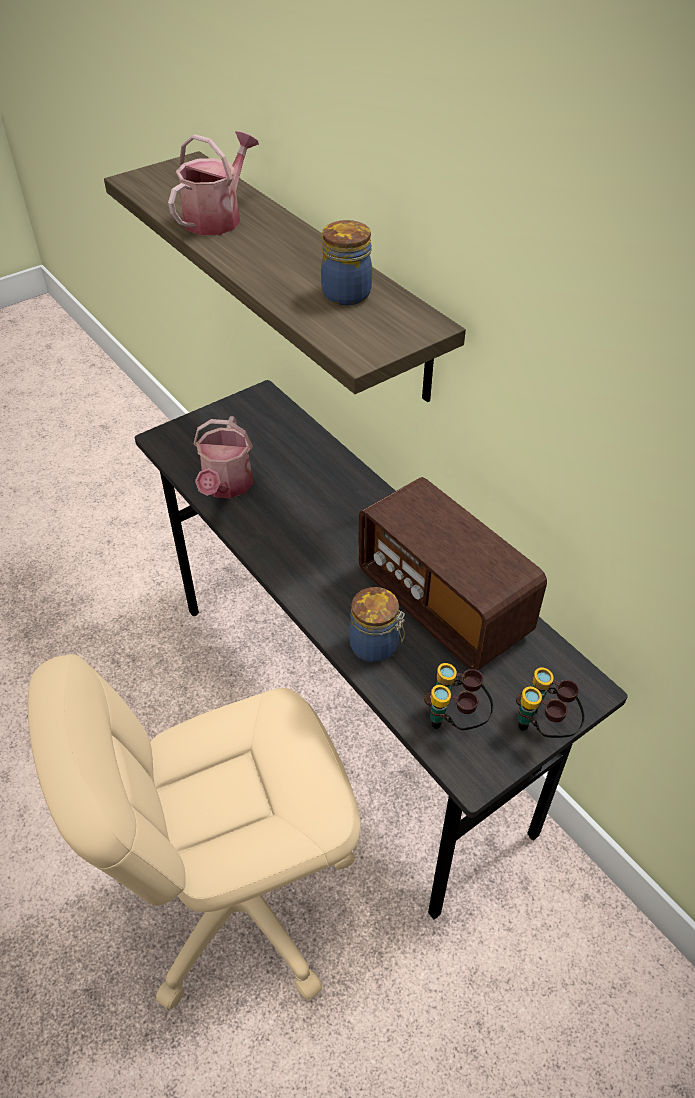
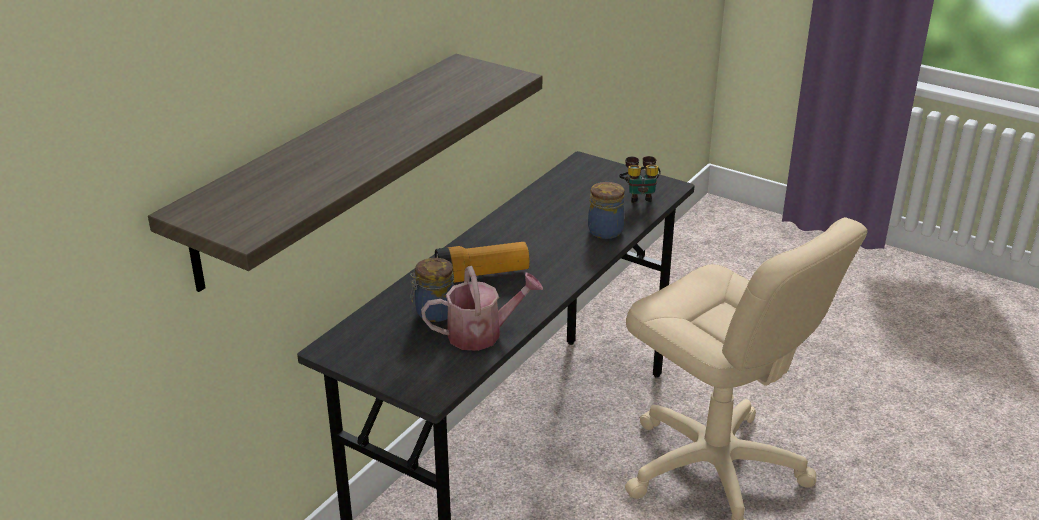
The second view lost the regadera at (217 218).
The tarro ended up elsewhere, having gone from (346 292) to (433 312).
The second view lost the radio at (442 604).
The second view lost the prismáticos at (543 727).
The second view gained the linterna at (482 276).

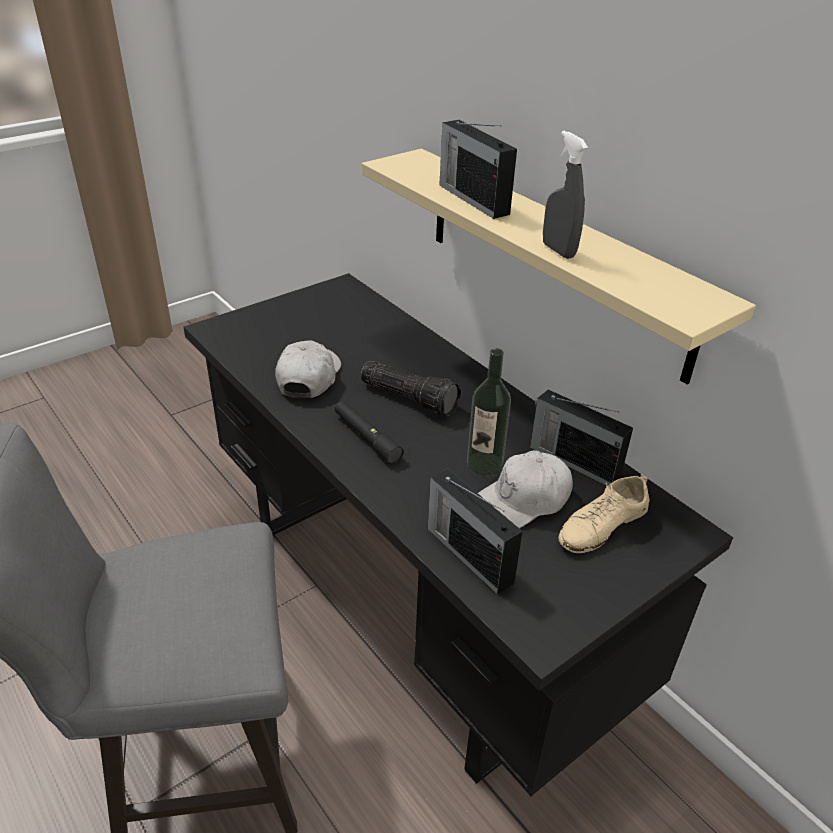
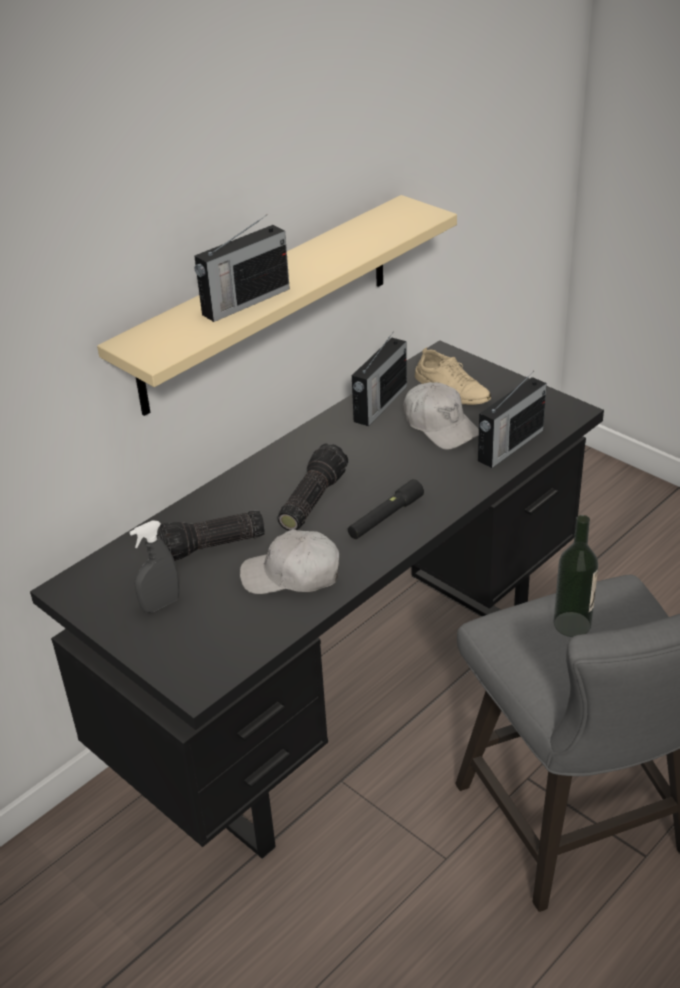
The pulverizador (gris) ended up elsewhere, having gone from (558 250) to (160 604).
The botella ended up elsewhere, having gone from (484 463) to (572 624).
The second view gained the linterna at (209 548).

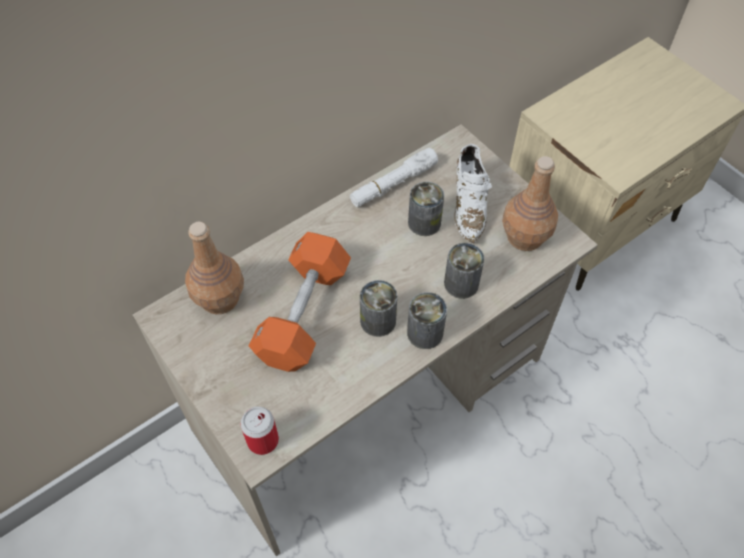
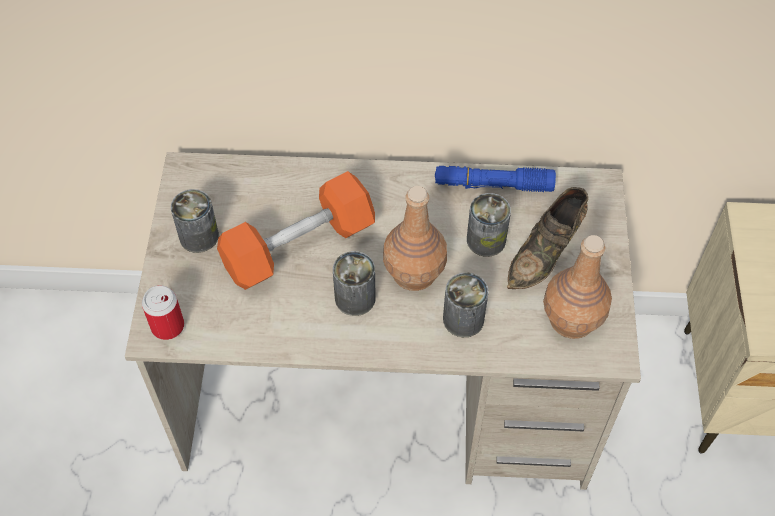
What was the zapato (blanco) at (469 205) turned into the zapato (marrón) at (546 253).
What was the linterna (blanco) at (393 184) turned into the linterna (azul) at (493 185).
The botella (marrón) ended up elsewhere, having gone from (219 298) to (413 272).
The lata ended up elsewhere, having gone from (425 333) to (199 236).

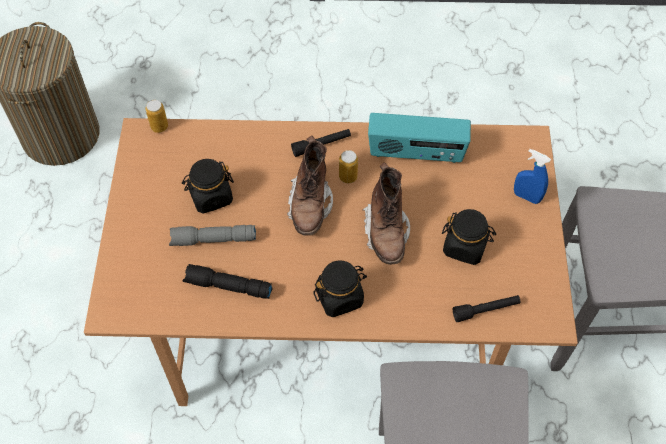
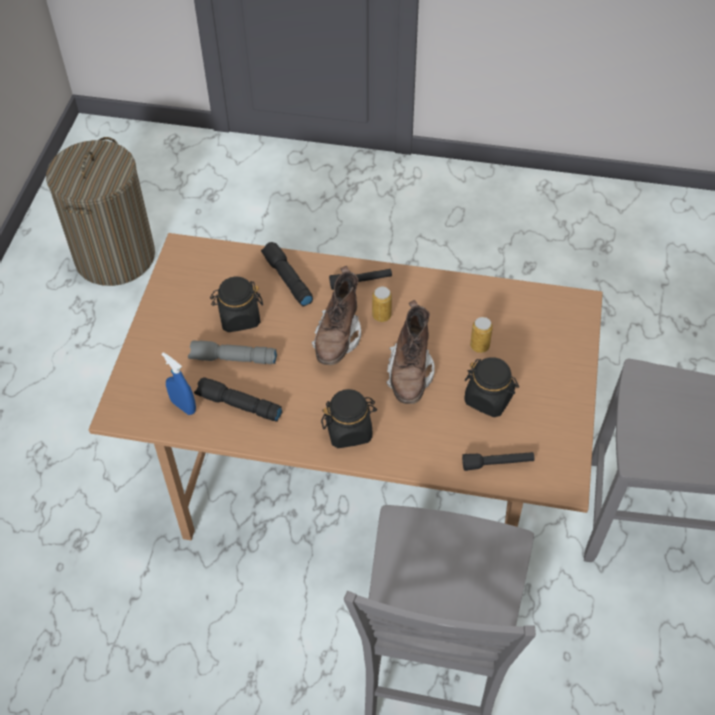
The lata ended up elsewhere, having gone from (159 126) to (479 346).
The second view lost the radio at (416 153).
The pulverizador (azul) ended up elsewhere, having gone from (526 197) to (183 406).
The second view gained the linterna (negro) at (287 279).

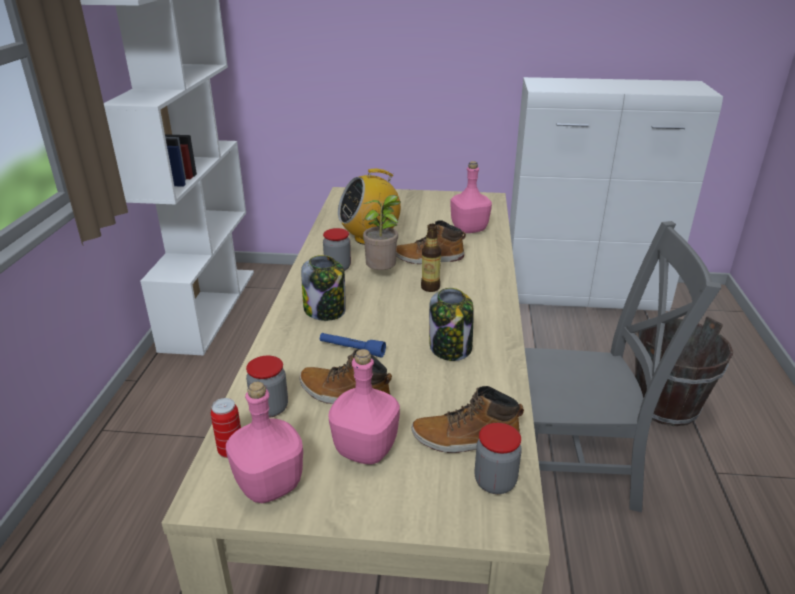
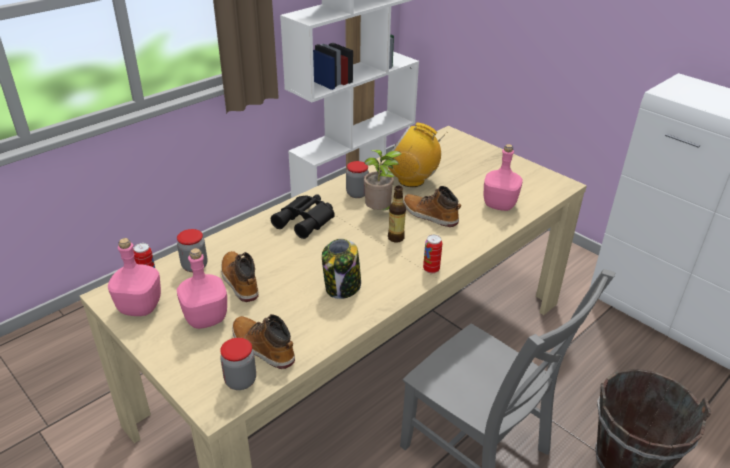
Where the tarro stood at (325 310), the prismáticos (negro) came to stand at (306 221).
The second view lost the linterna (azul) at (352 349).
The second view gained the lata at (431 269).

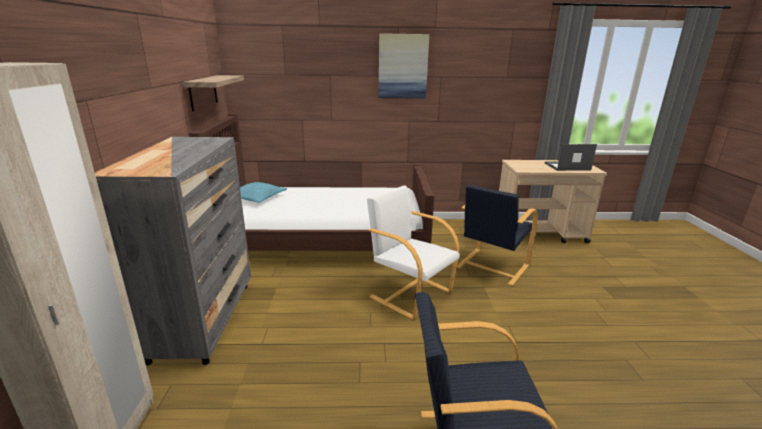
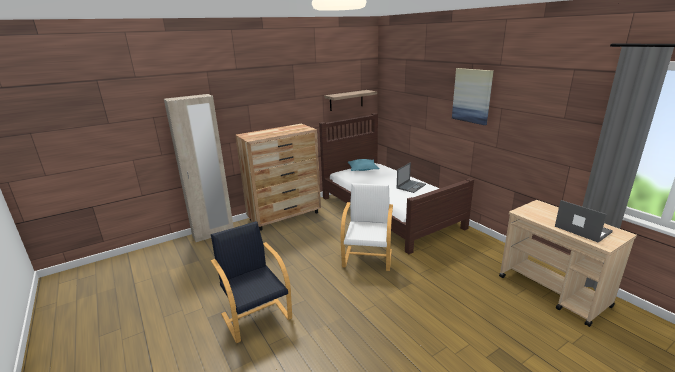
What was the cómoda (gris) at (204 319) turned into the cómoda (marrón) at (285 216).
The second view lost the sillón (negro) at (491 266).
The second view gained the portátil at (411 186).

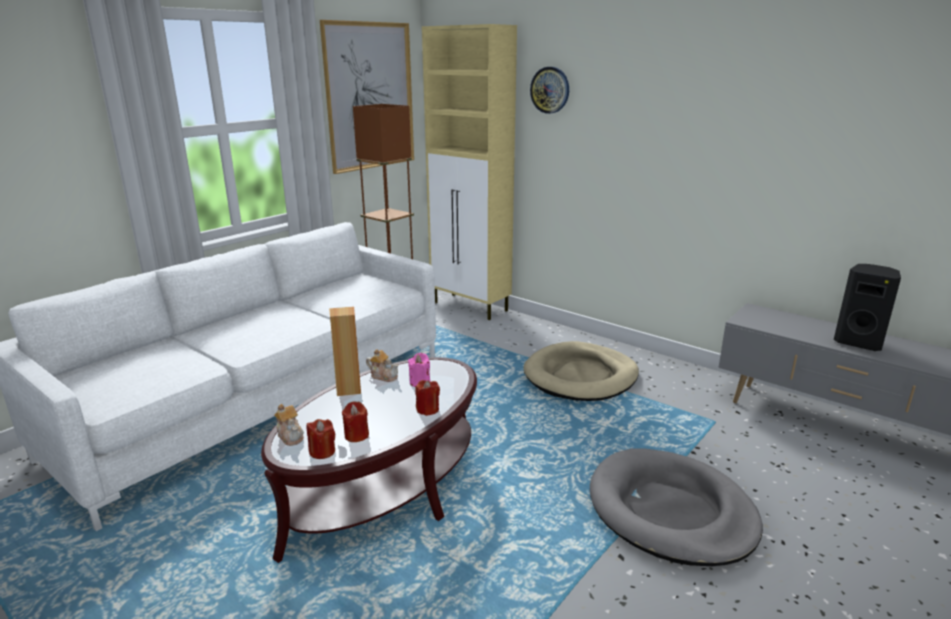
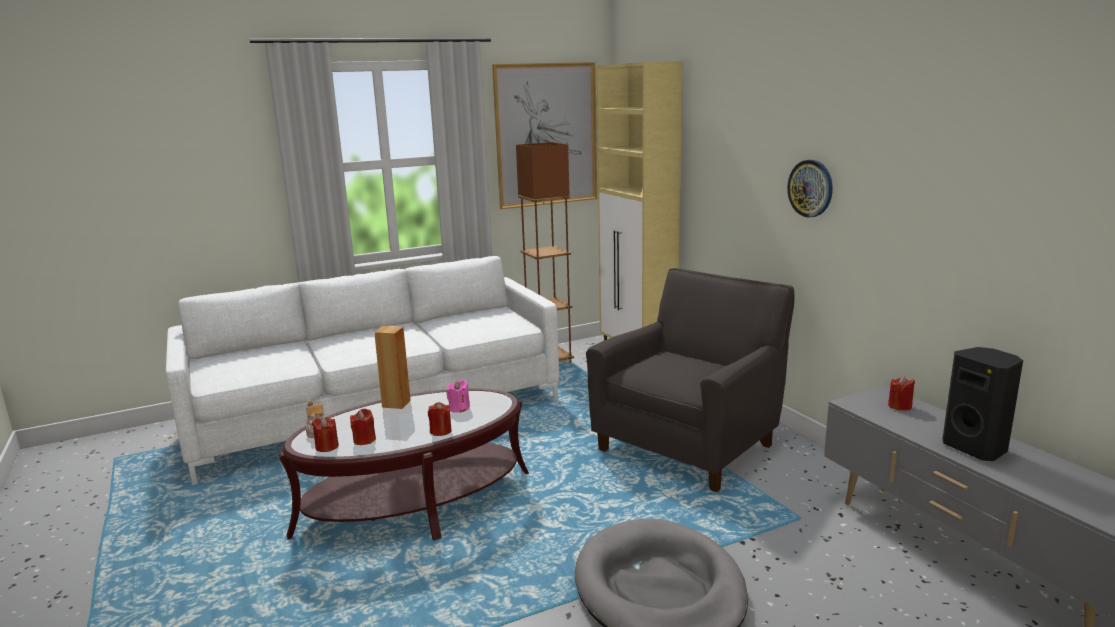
The reloj de pared ended up elsewhere, having gone from (550 90) to (810 188).
Where the cama para perro (beis) stood at (581 376), the sillón (gris) came to stand at (690 444).
The second view lost the tetera at (384 376).
The second view gained the vela (rojo) at (899 406).

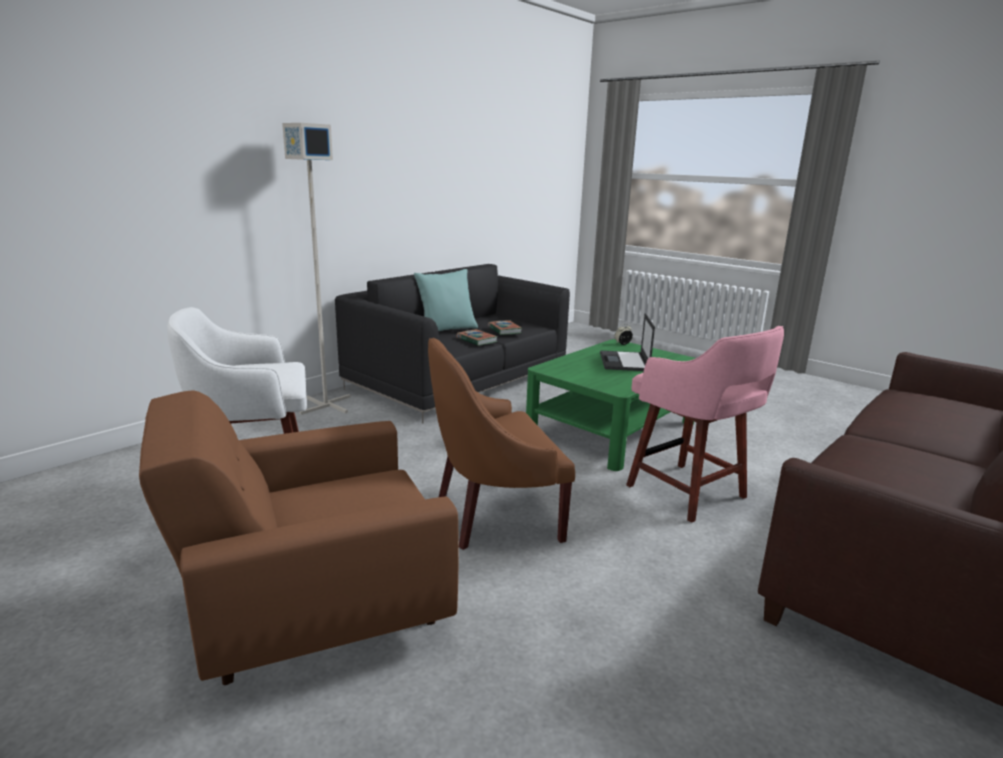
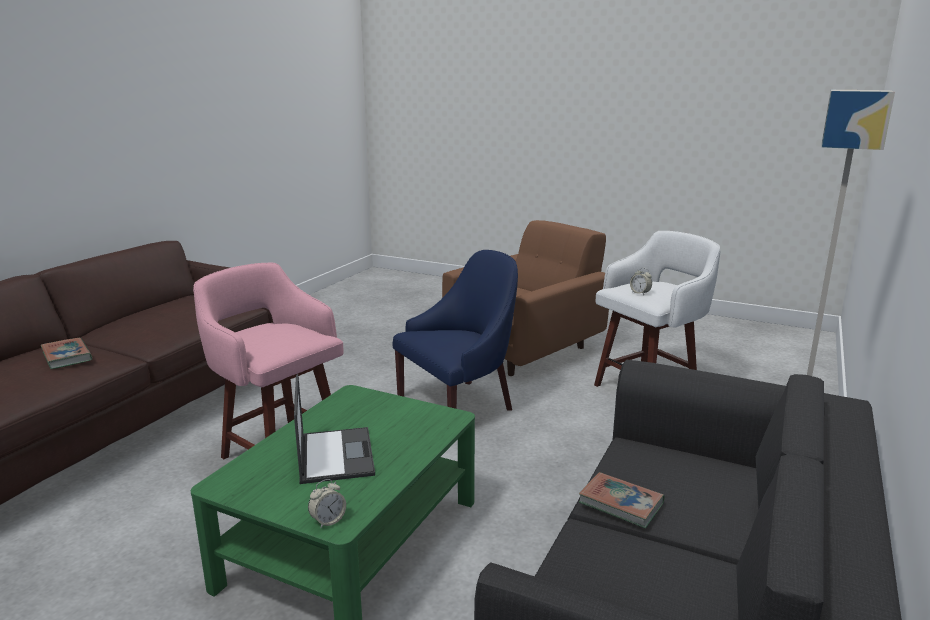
The second view lost the cojín (turquesa) at (446 330).
The libro ended up elsewhere, having gone from (504 330) to (67 356).
What was the sillón (marrón) at (493 515) turned into the sillón (azul) at (459 404).
The second view gained the despertador at (640 293).

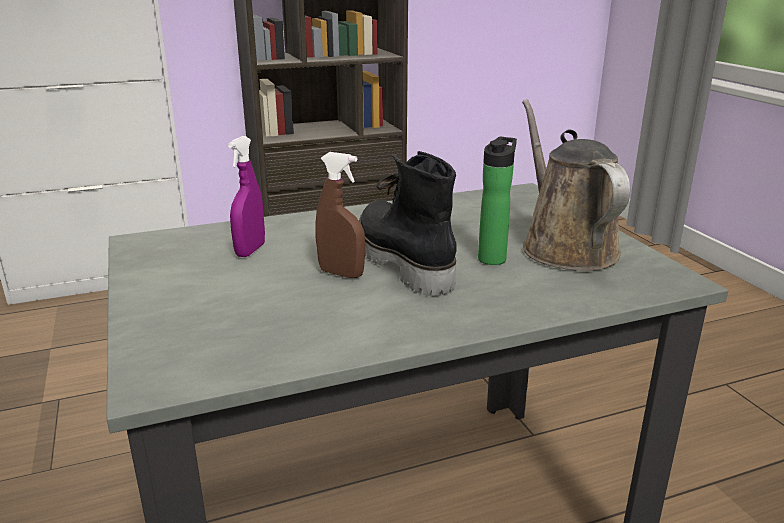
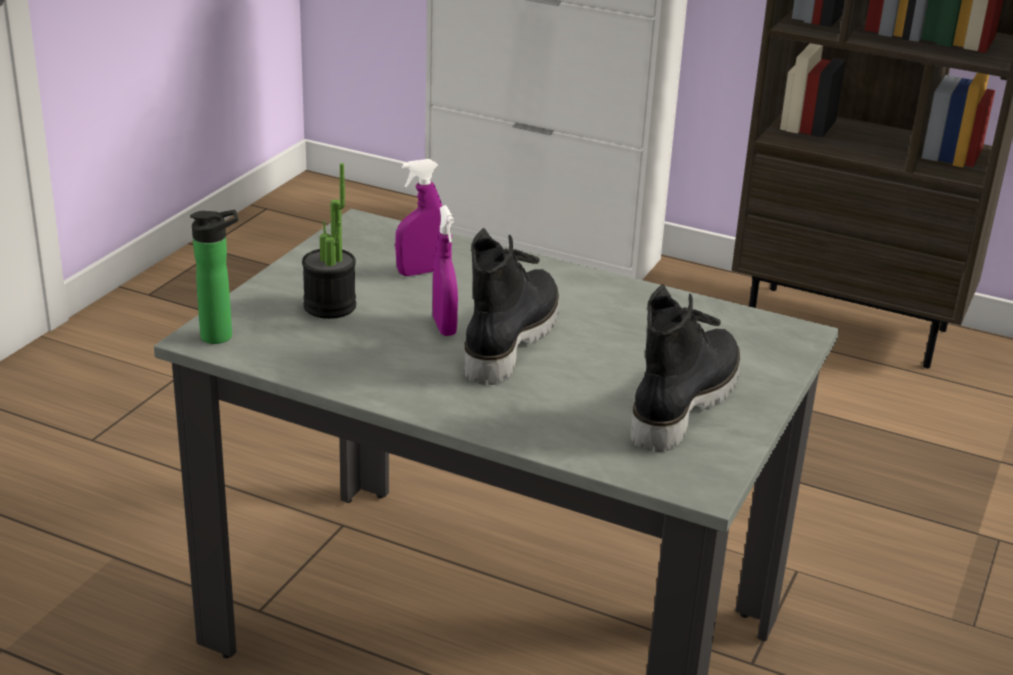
Where the regadera (marrón) stood at (564 246), the bota (negro) came to stand at (681 404).
The botella ended up elsewhere, having gone from (493 257) to (221 336).
What was the pulverizador (marrón) at (341 273) turned into the pulverizador (morado) at (444 326).
The second view gained the planta en maceta at (330 306).

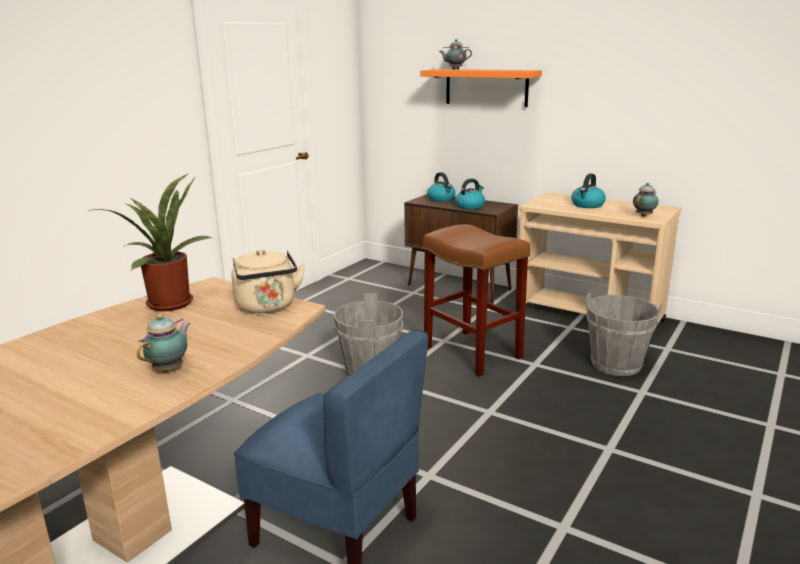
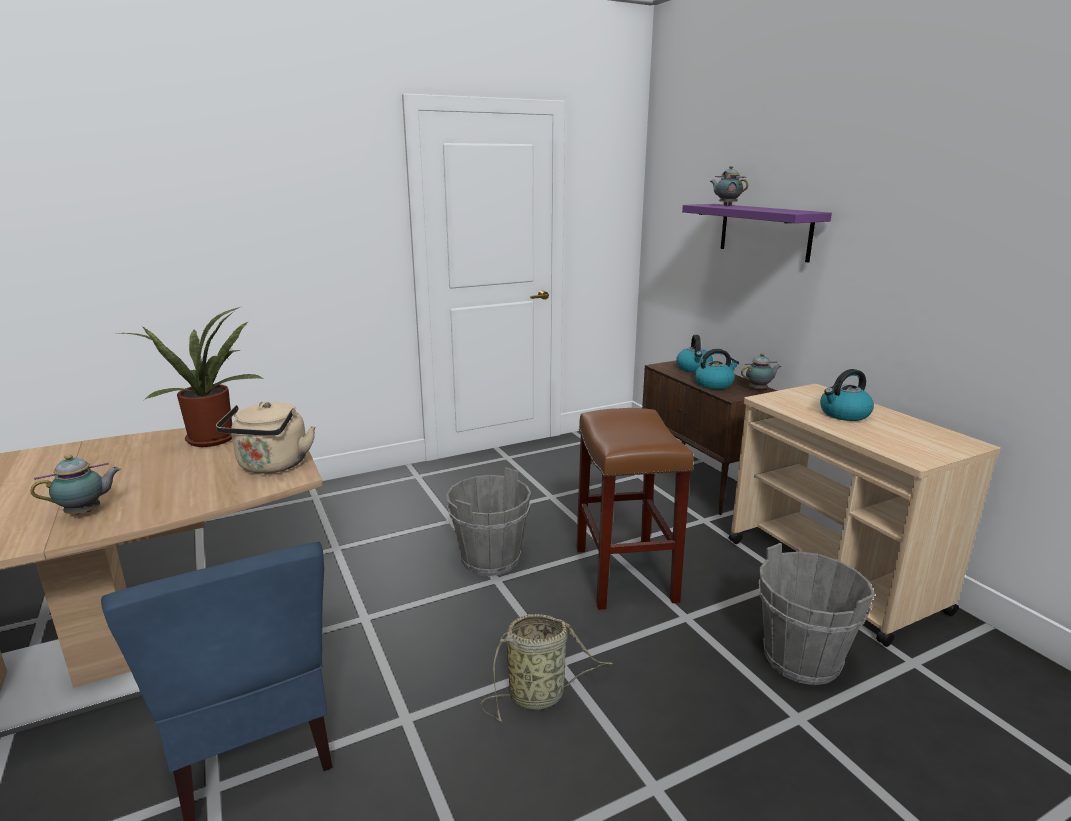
What was the estante (naranja) at (486 87) turned into the estante (morado) at (764 231).
The tetera ended up elsewhere, having gone from (644 215) to (759 389).
The second view gained the cesta at (540 695).

